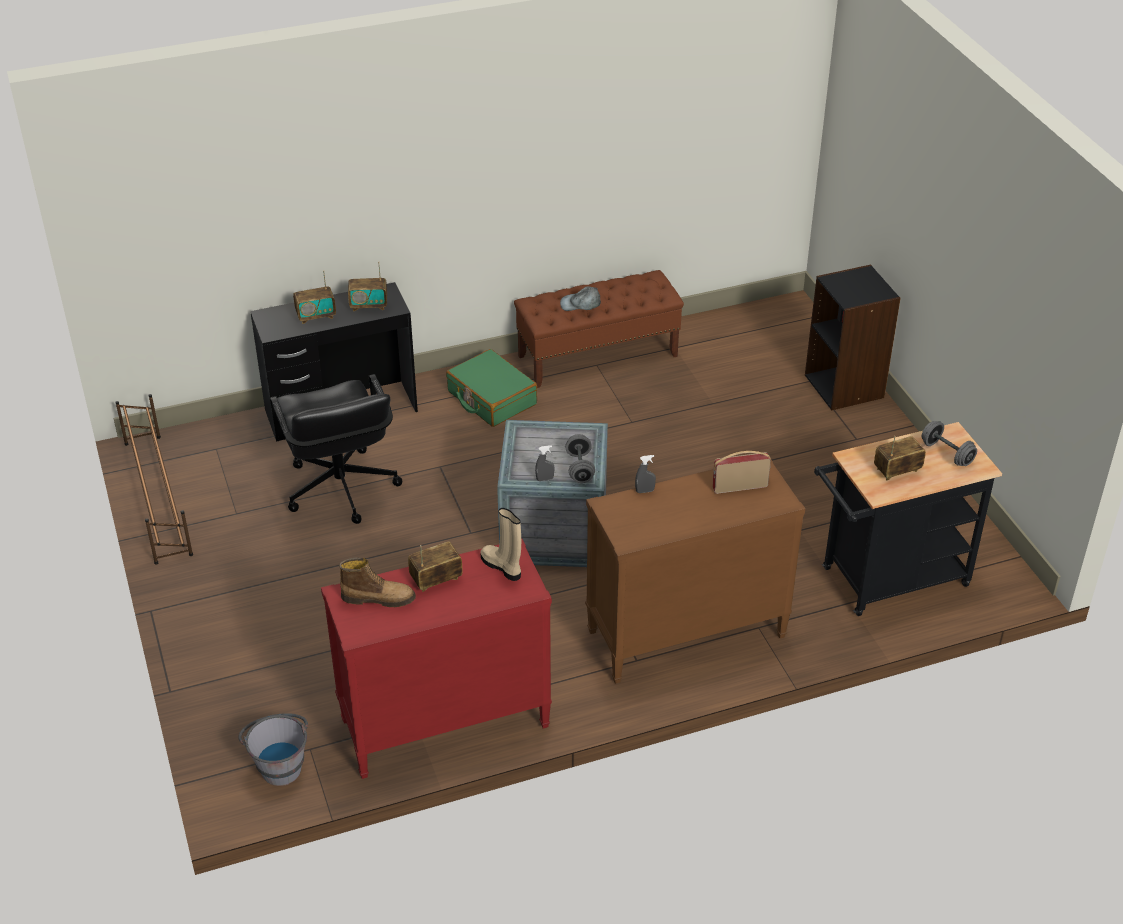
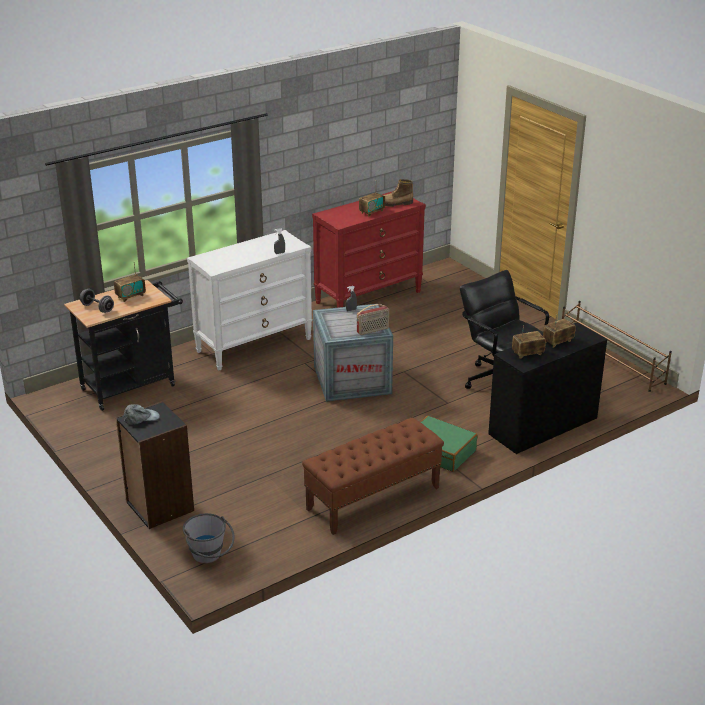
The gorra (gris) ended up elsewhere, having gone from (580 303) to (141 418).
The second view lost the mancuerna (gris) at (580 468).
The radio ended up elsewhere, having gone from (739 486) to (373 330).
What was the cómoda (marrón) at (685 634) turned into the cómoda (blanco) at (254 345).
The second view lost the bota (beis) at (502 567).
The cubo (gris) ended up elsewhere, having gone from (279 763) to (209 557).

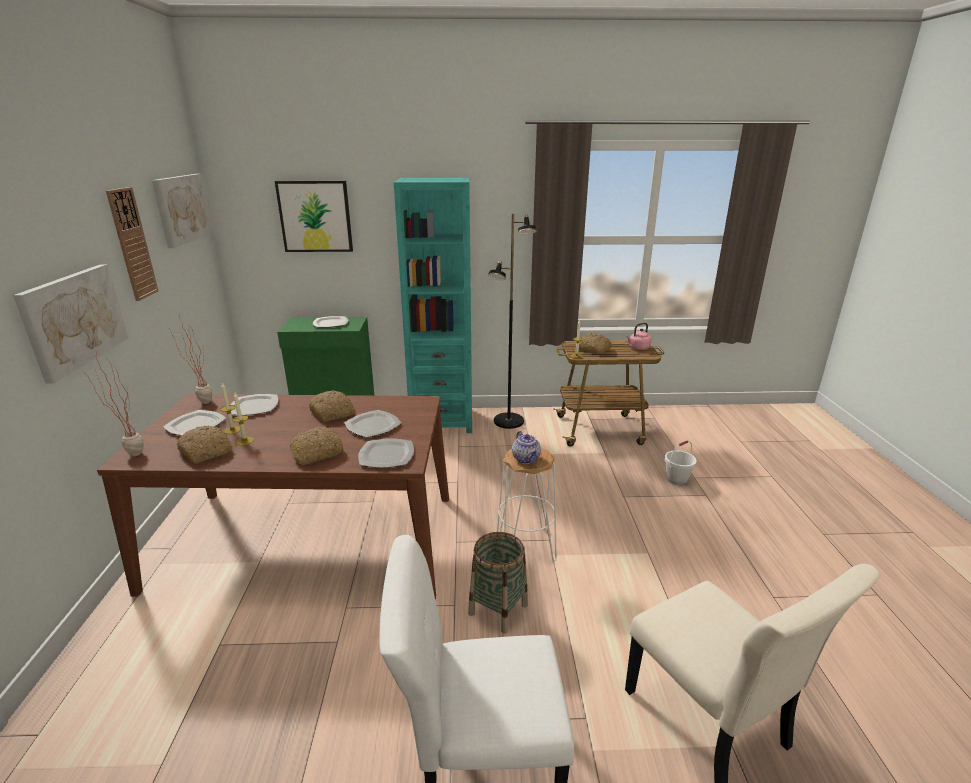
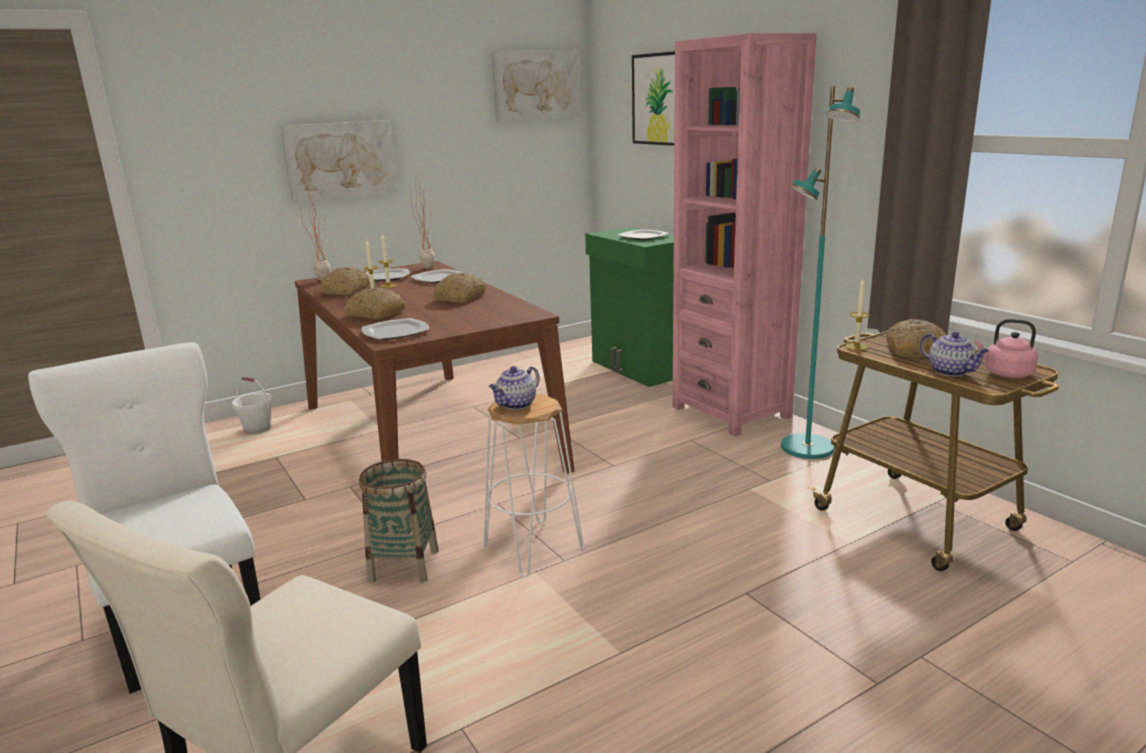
What was the estantería (turquesa) at (442 421) turned into the estantería (rosa) at (731 412).
The second view lost the reloj de pared at (132 244).
What was the lámpara de pie (negro) at (508 421) turned into the lámpara de pie (turquesa) at (806 448).
The second view lost the plato at (372 425).
The cubo (blanco) ended up elsewhere, having gone from (677 479) to (257 428).
The second view gained the tetera at (951 372).

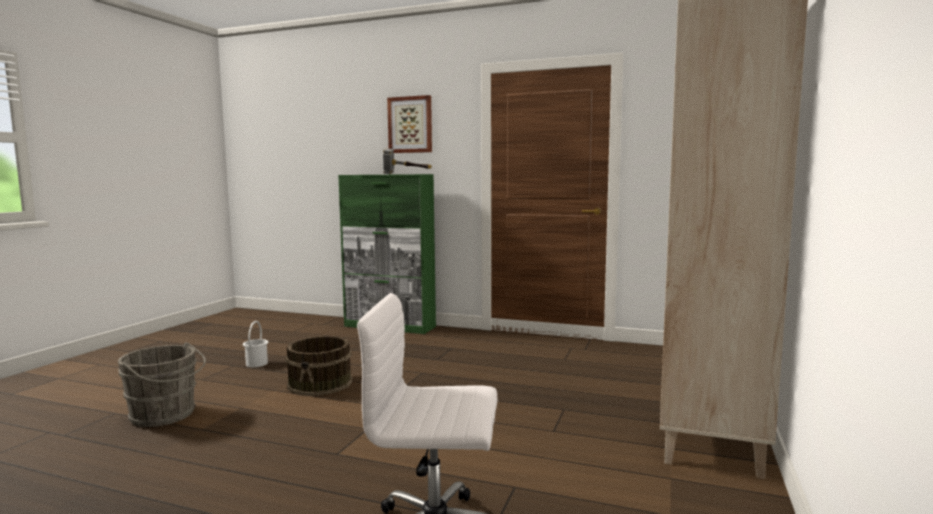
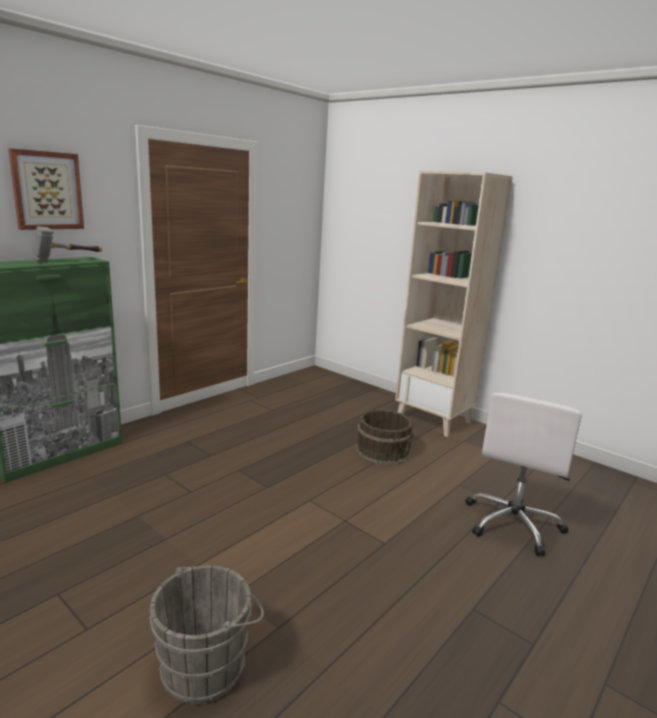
The second view lost the cubo (blanco) at (256 364).
The cubo (marrón) ended up elsewhere, having gone from (321 383) to (383 451).

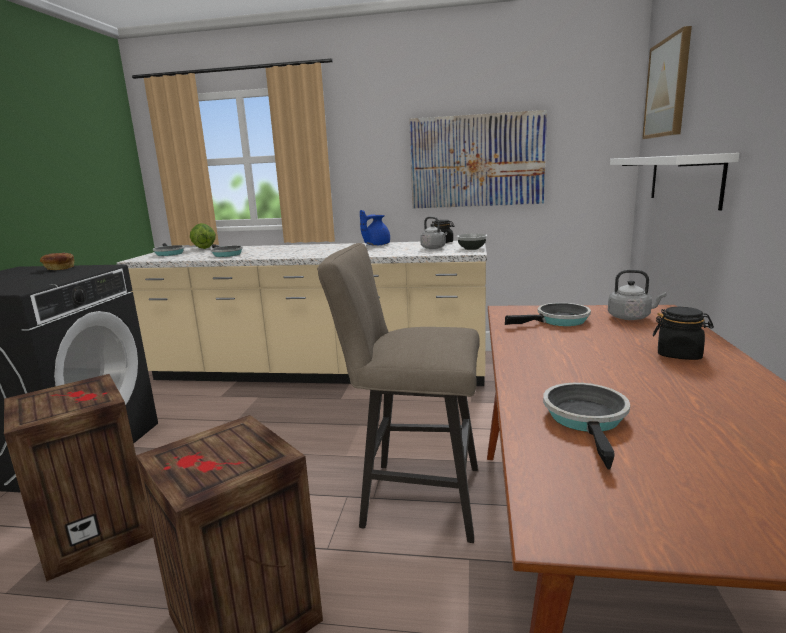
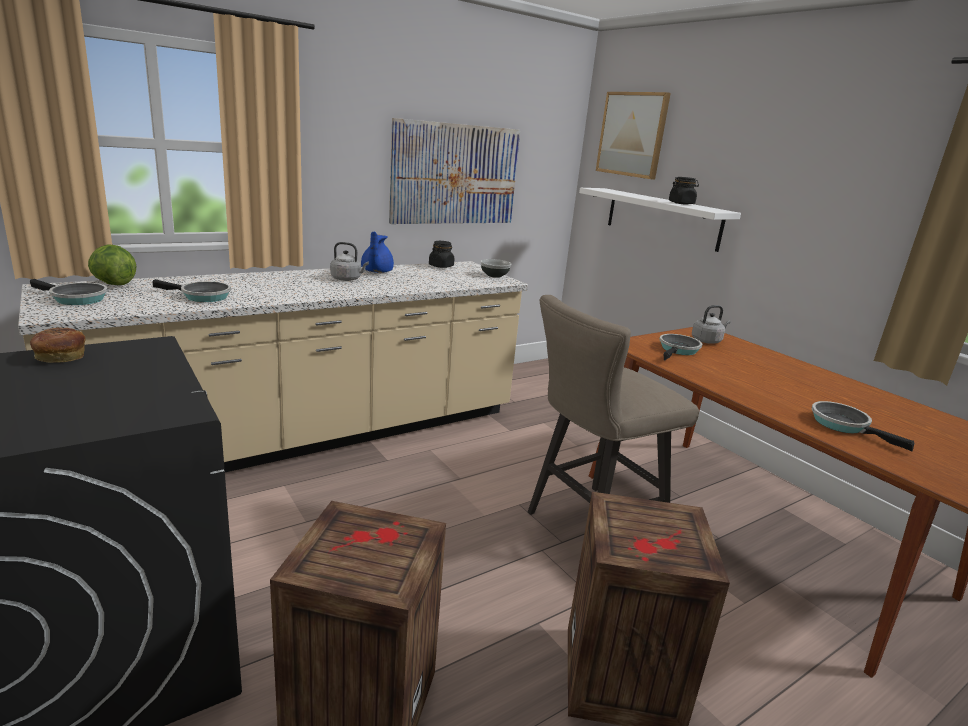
The hervidor (gris) ended up elsewhere, having gone from (434 248) to (347 279).
The tarro (negro) ended up elsewhere, having gone from (679 354) to (681 203).

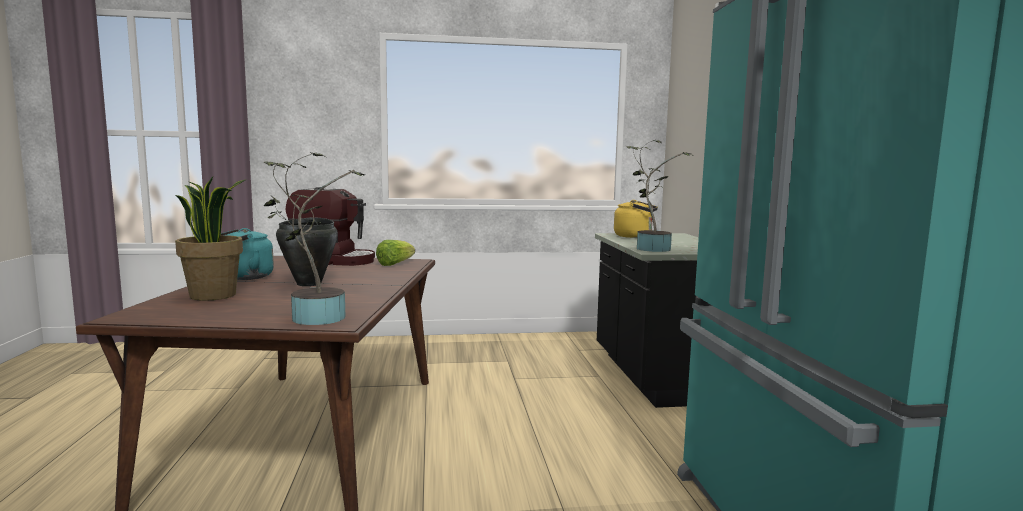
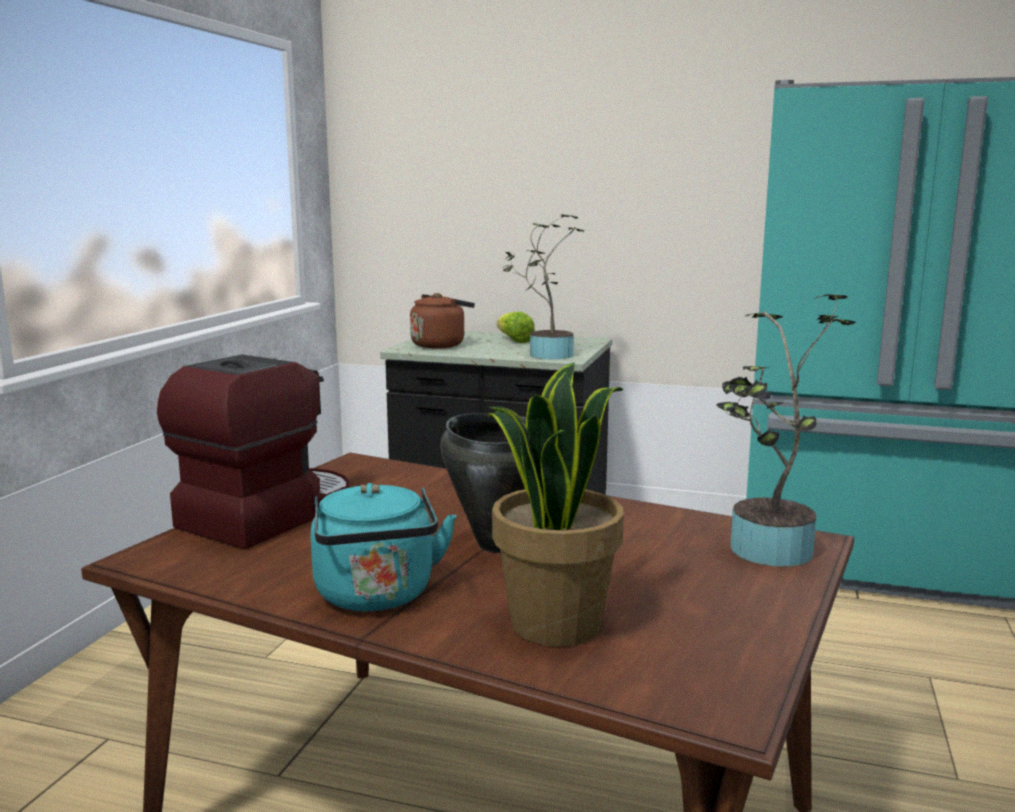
What was the hervidor (amarillo) at (635 236) turned into the hervidor (marrón) at (440 345).
The lechuga ended up elsewhere, having gone from (395 264) to (514 341).

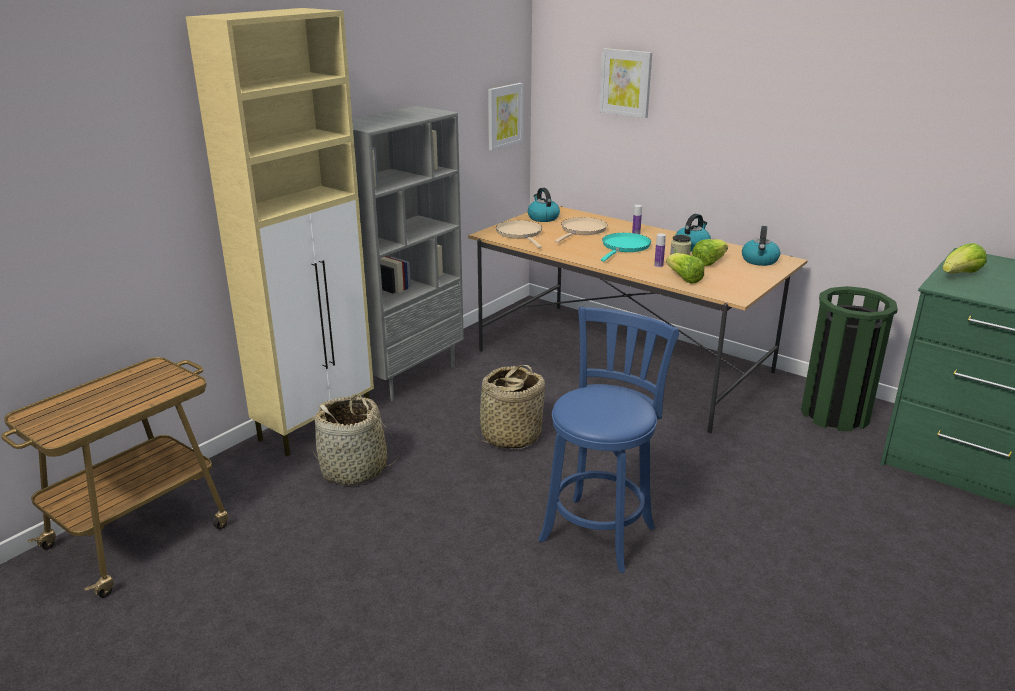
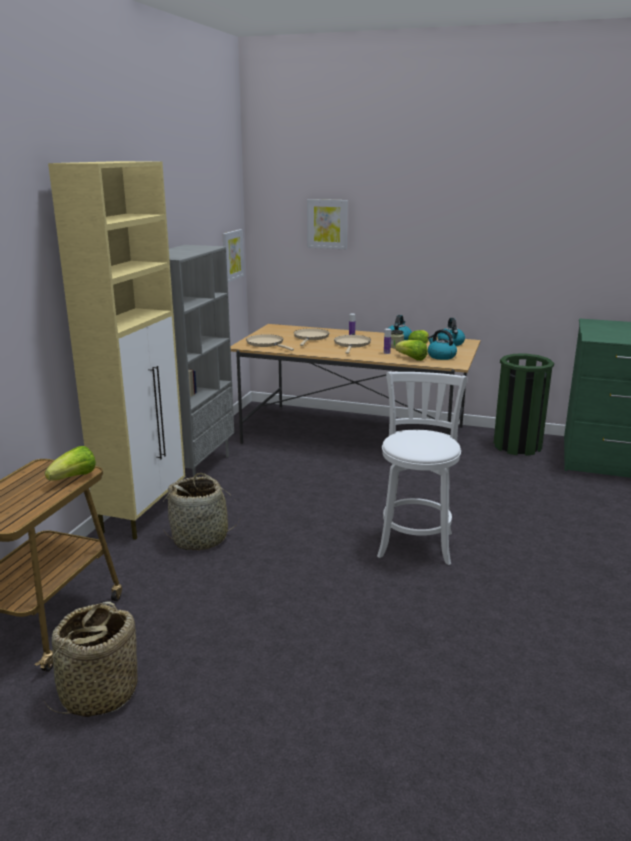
The hervidor ended up elsewhere, having gone from (543 218) to (441 356).
What was the sartén (turquesa) at (624 247) turned into the sartén (beis) at (352 344).
The lechuga ended up elsewhere, having gone from (960 274) to (74 478).
What was the taburete (azul) at (600 530) turned into the taburete (blanco) at (415 542).
The cesta ended up elsewhere, having gone from (510 436) to (98 693).

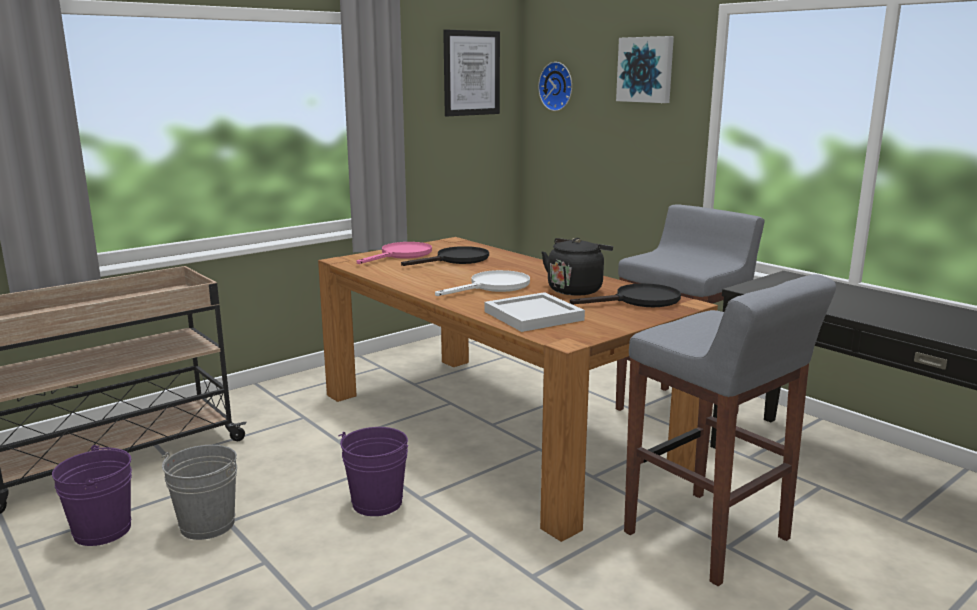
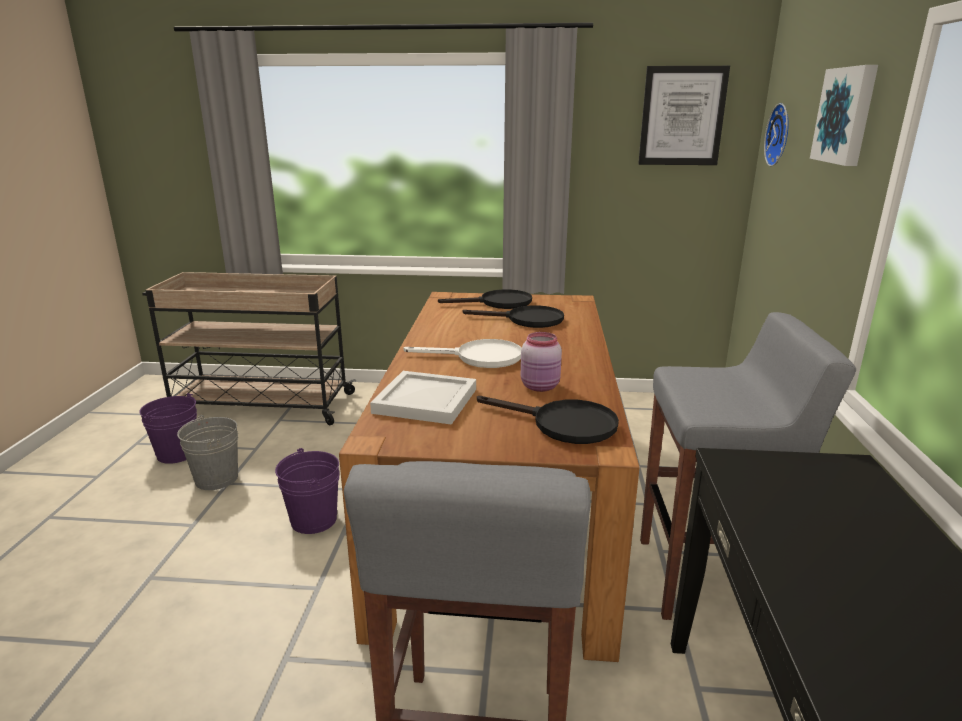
Where the hervidor (negro) stood at (576 289), the tarro (rosa) came to stand at (541 387).
What was the sartén (rosa) at (401 255) turned into the sartén (negro) at (498 303).

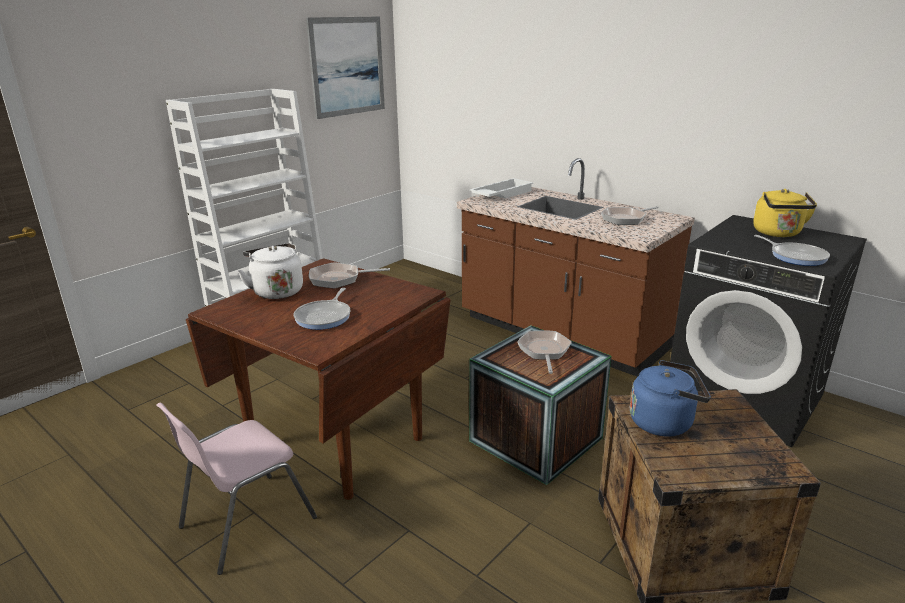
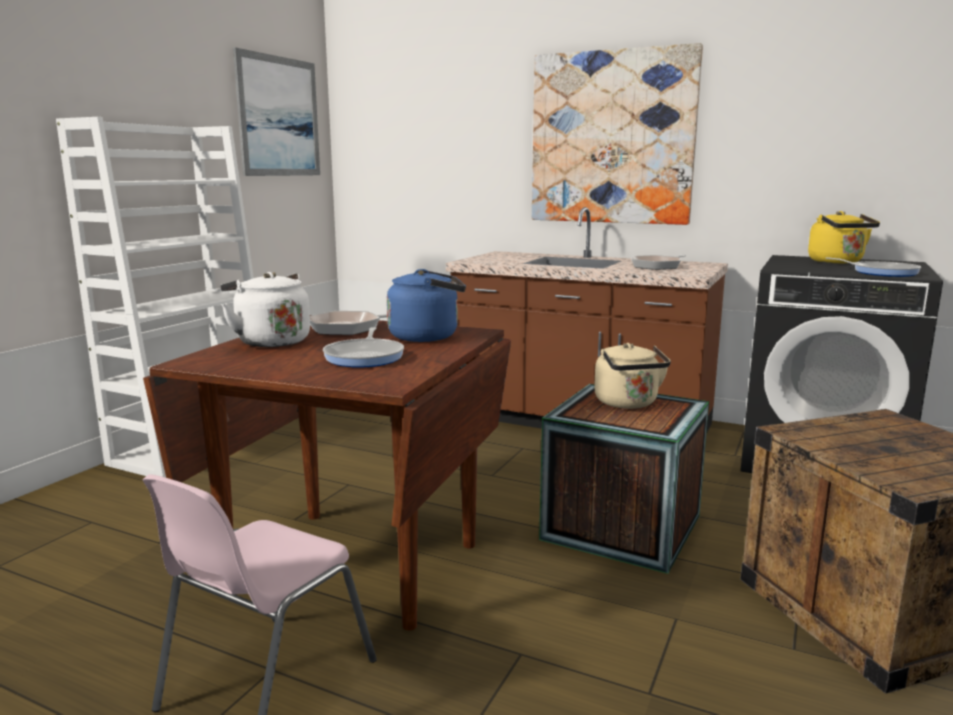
The second view lost the bandeja (blanco) at (501 194).
Where the sartén stood at (544 351), the hervidor (beis) came to stand at (628 404).
The hervidor (azul) ended up elsewhere, having gone from (664 422) to (428 336).
The second view gained the cuadro at (612 138).

